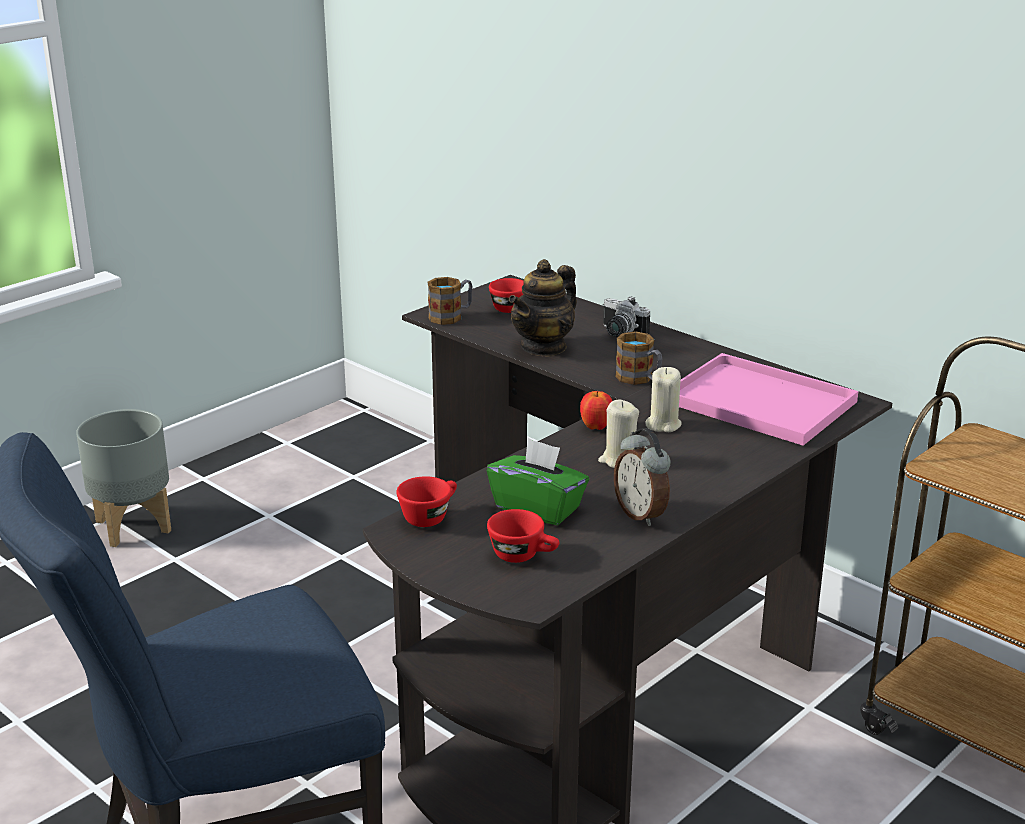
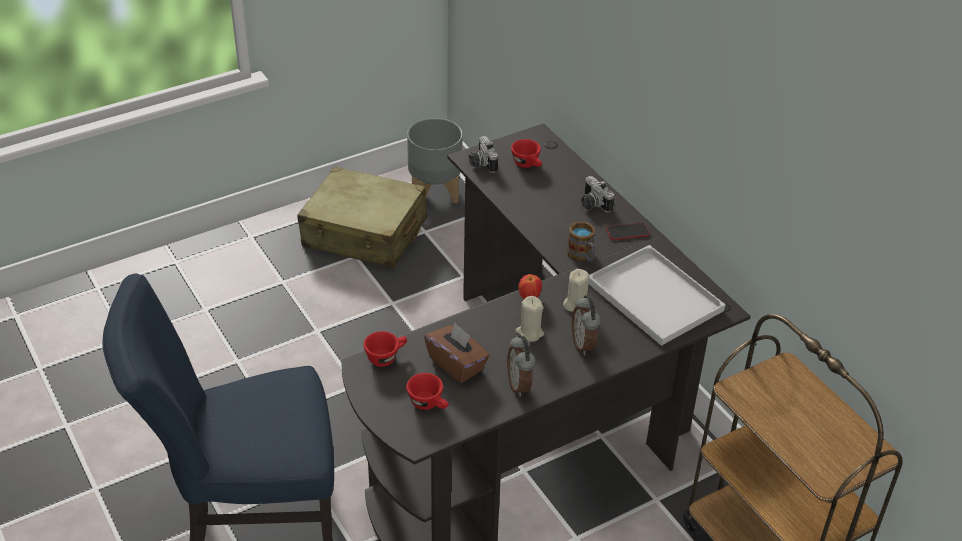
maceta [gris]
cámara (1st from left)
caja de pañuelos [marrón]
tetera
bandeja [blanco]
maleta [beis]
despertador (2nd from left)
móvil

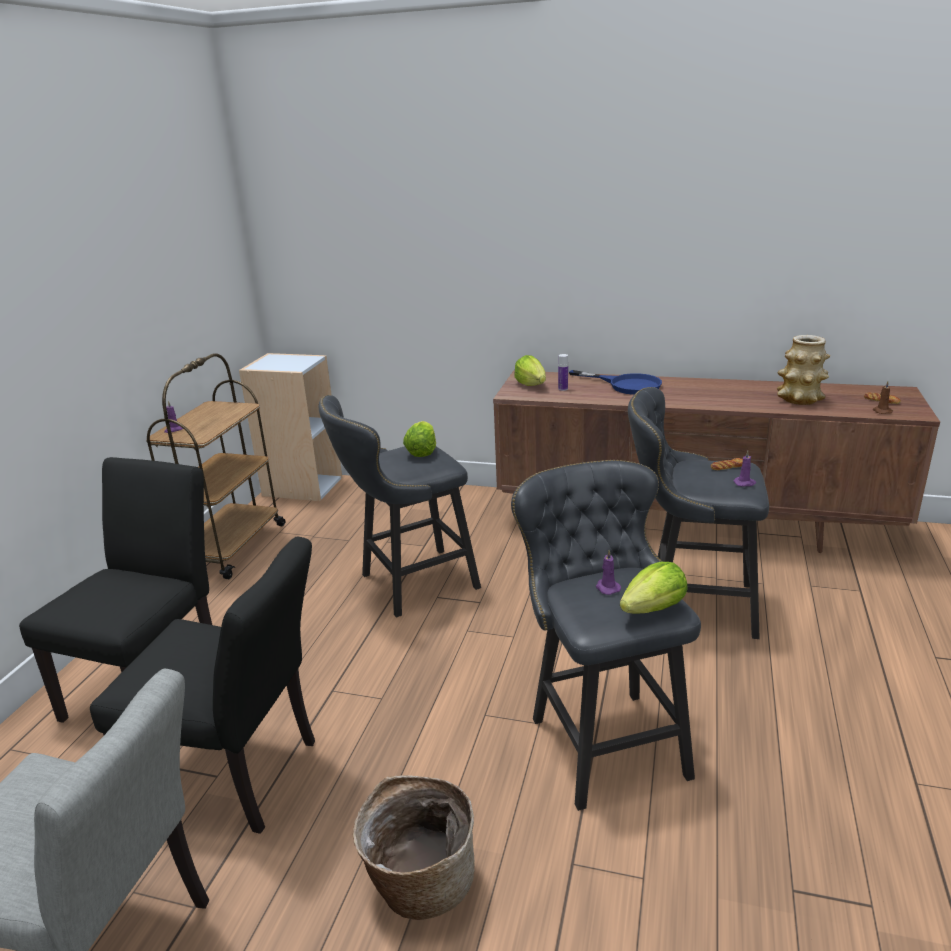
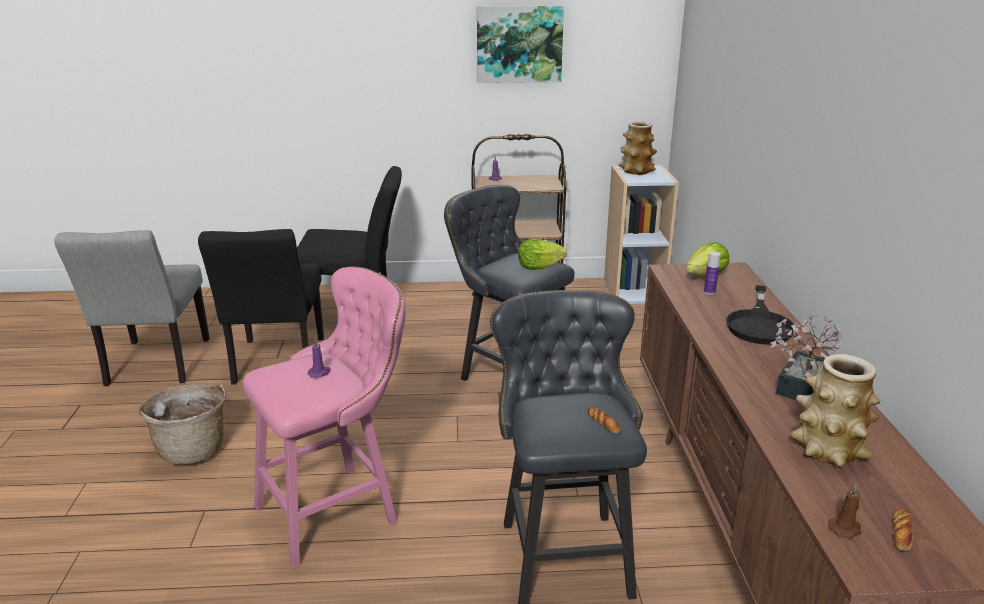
taburete [rosa]
sartén [negro]
lechuga (3rd from left in the first image)
vela [morado] (3rd from left in the first image)
cuadro
florero (1st from left)
planta en maceta

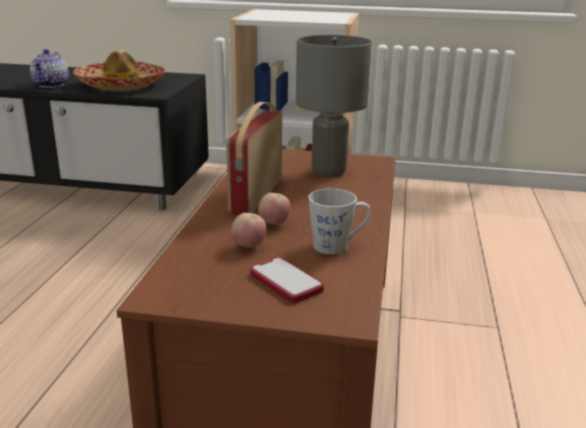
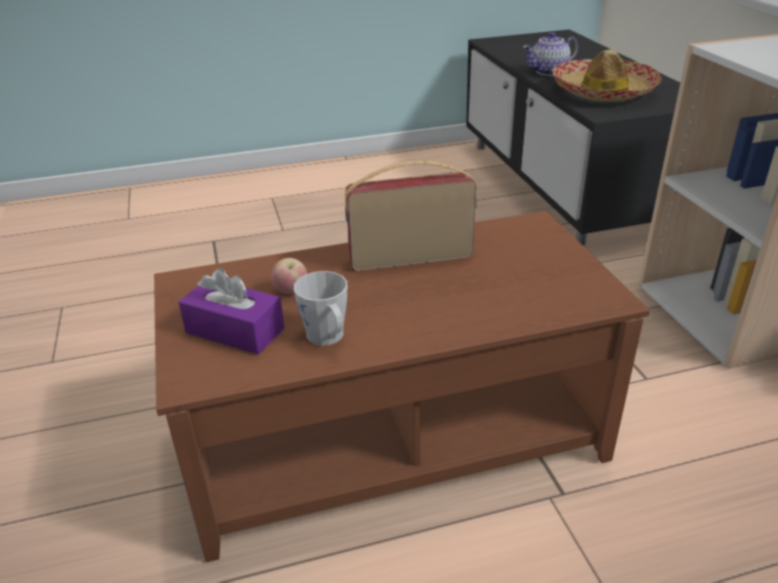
caja de pañuelos [morado]
manzana (2nd from left in the first image)
lámpara de mesa [gris]

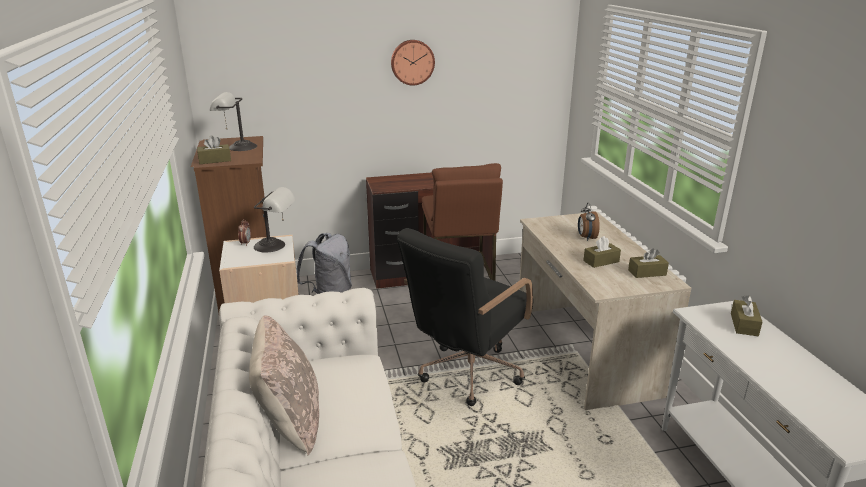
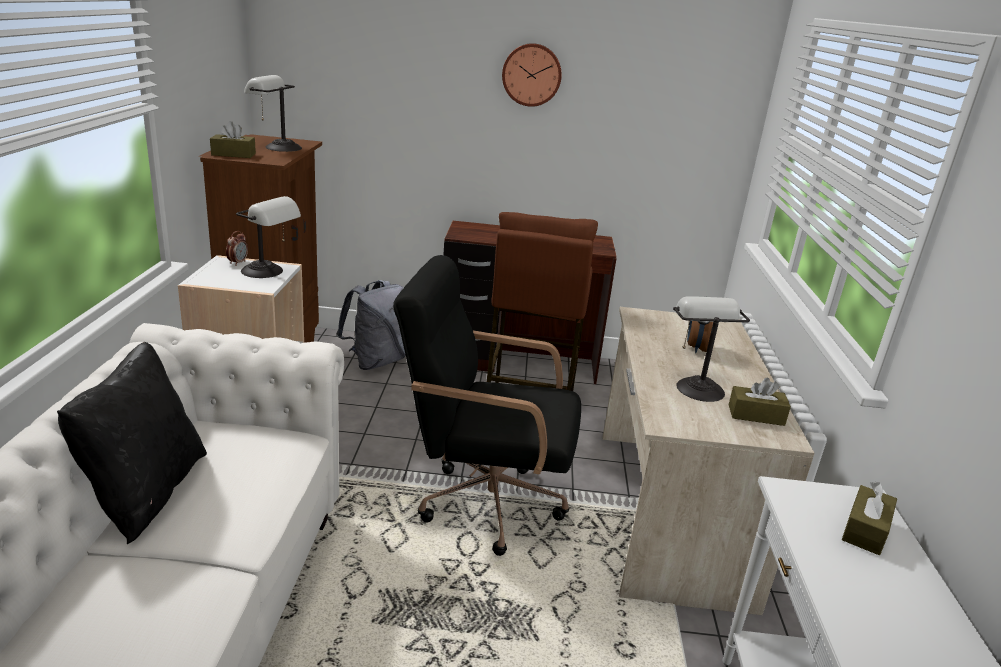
cojín [negro]
silla de oficina [negro]
lámpara de mesa (3rd from left)

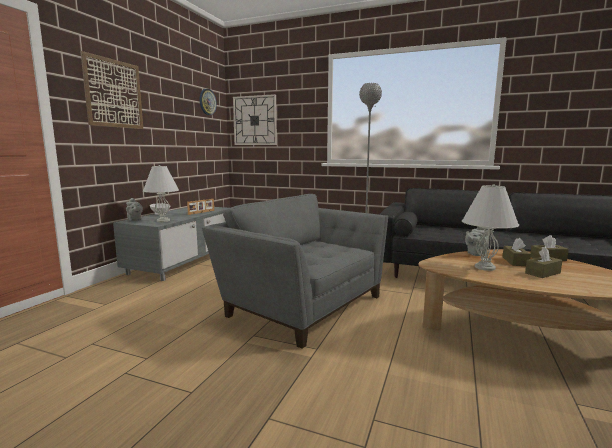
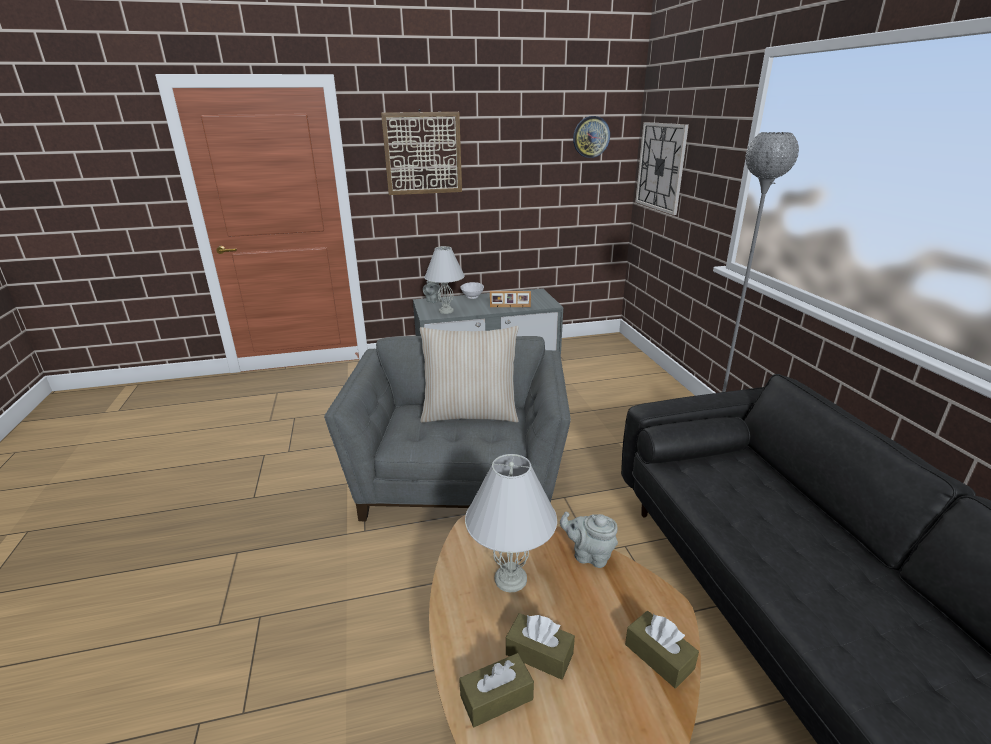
caja de pañuelos [marrón] (1st from left)
cojín [beis]

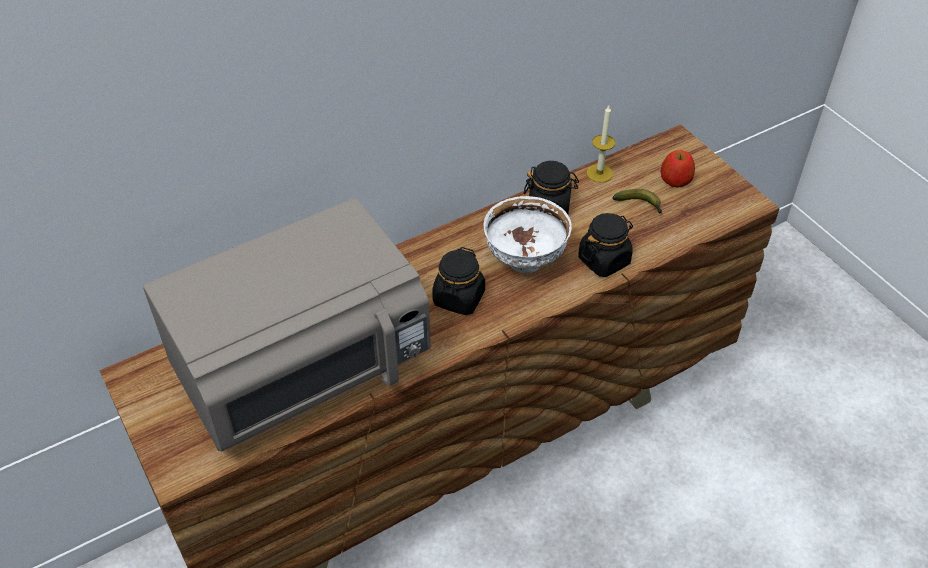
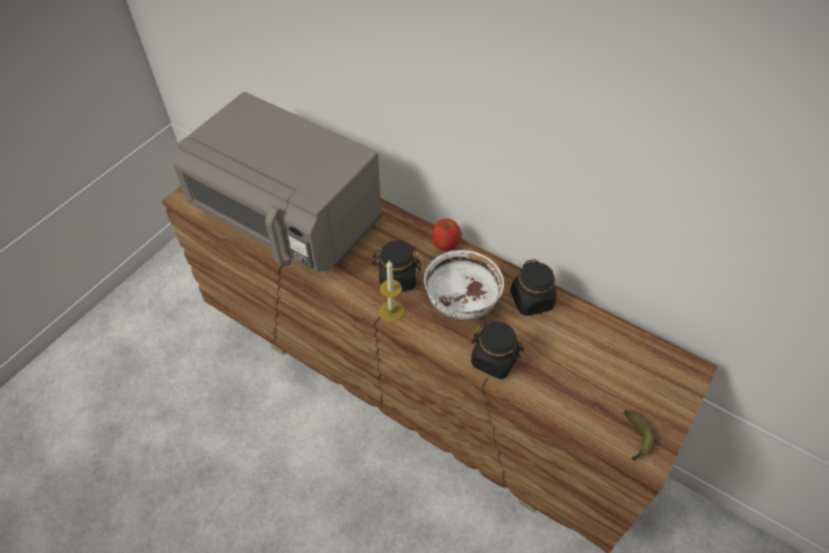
vela
plátano
manzana

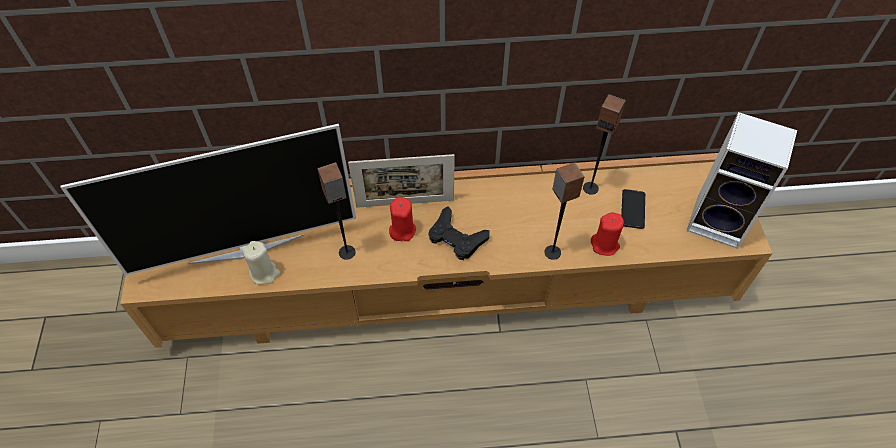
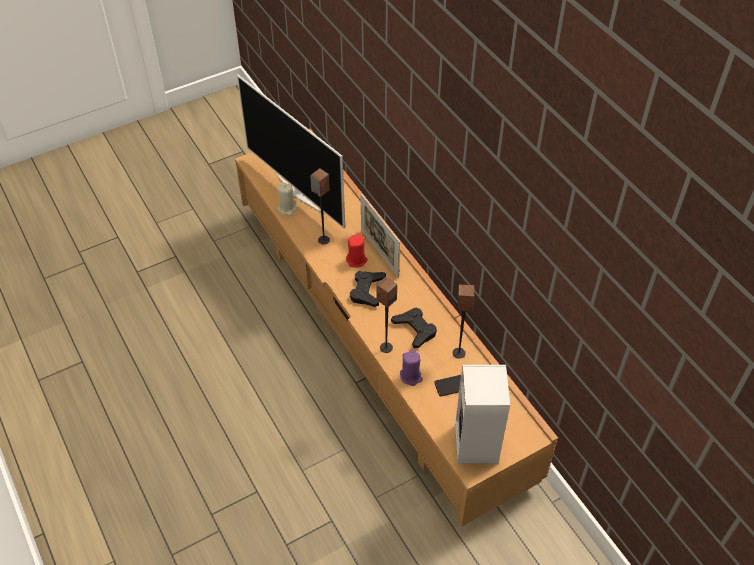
vela [morado]
mando de consola [negro] (2nd from left)

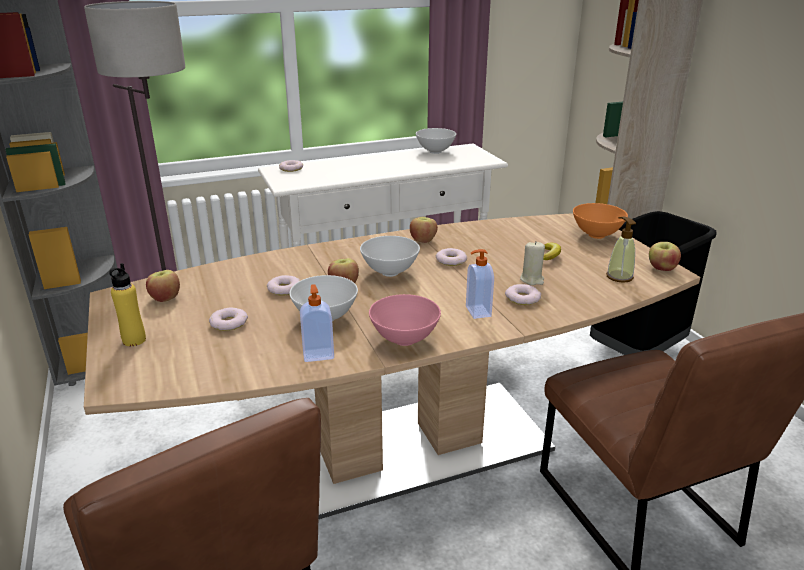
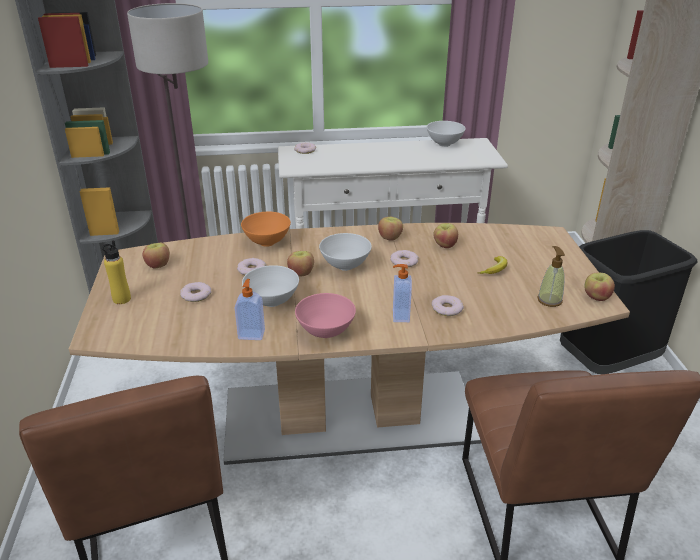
vela [beis]
cuenco [naranja]
manzana (4th from left)

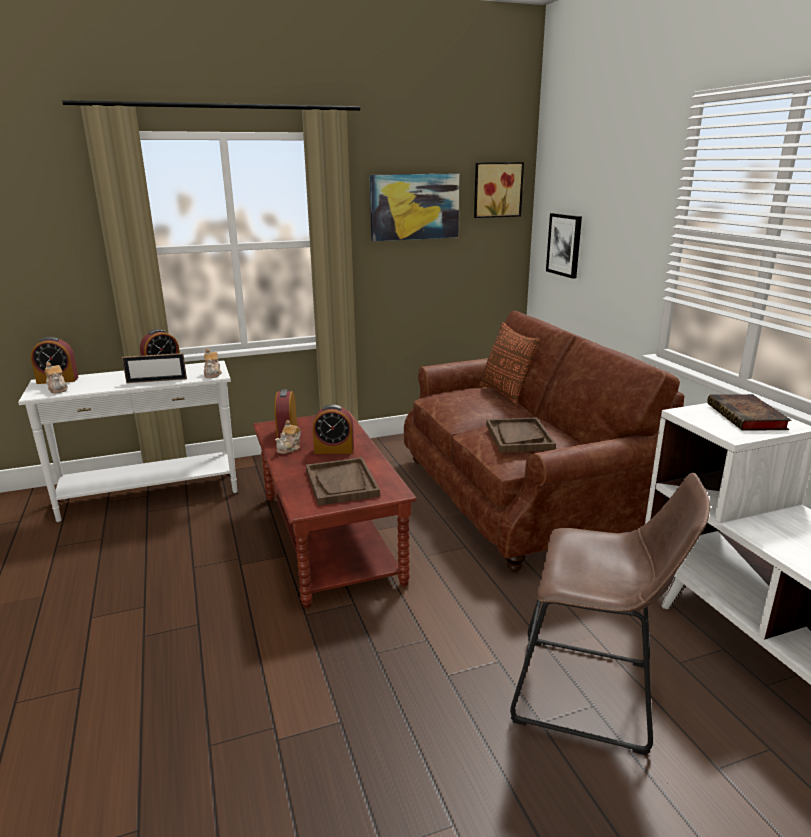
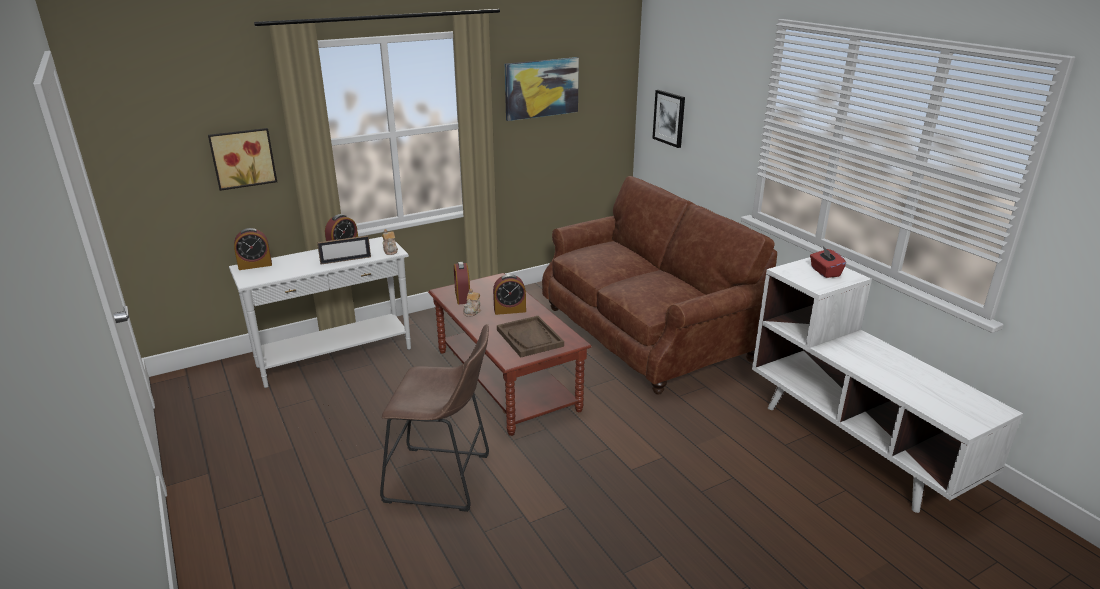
tetera (1st from left in the first image)
cuadro (1st from left)
cojín [marrón]
bandeja [marrón] (2nd from left in the first image)
taburete [marrón]
caja de pañuelos [rojo]

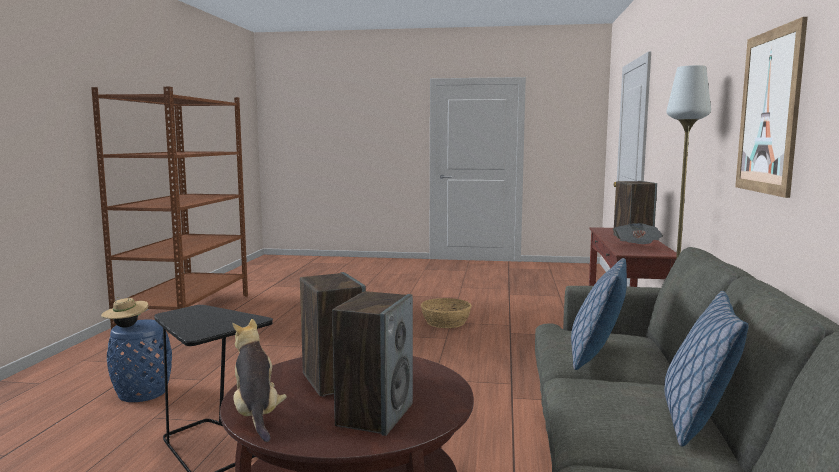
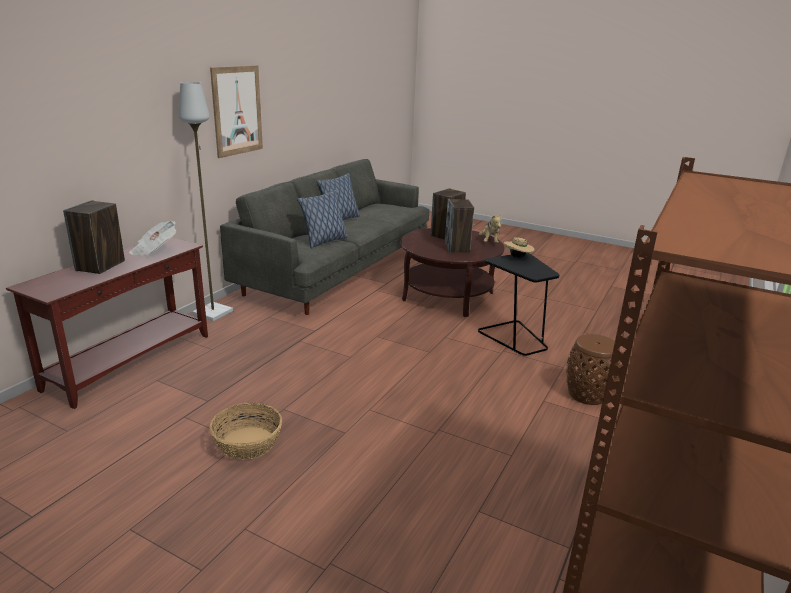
sombrero [beis]
taburete [marrón]

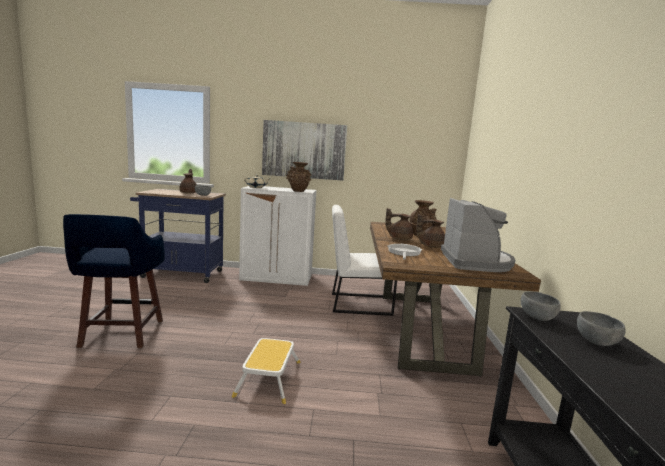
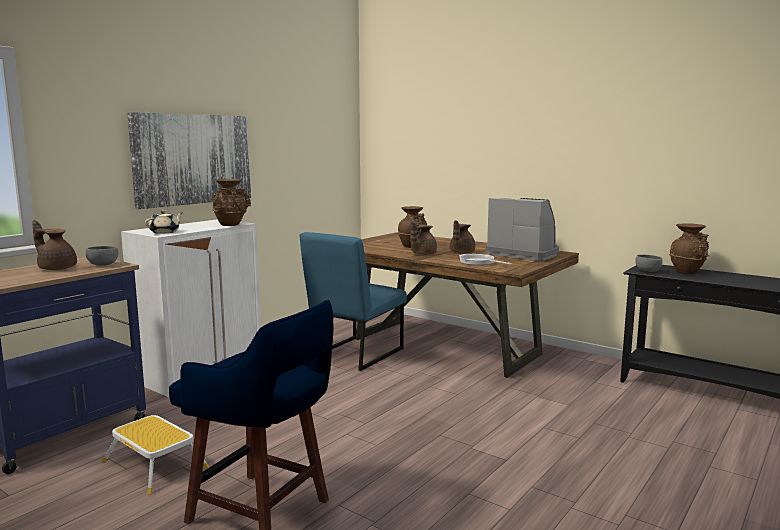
escalera de tijera [amarillo]
silla [azul]
florero [marrón] (3rd from left)

